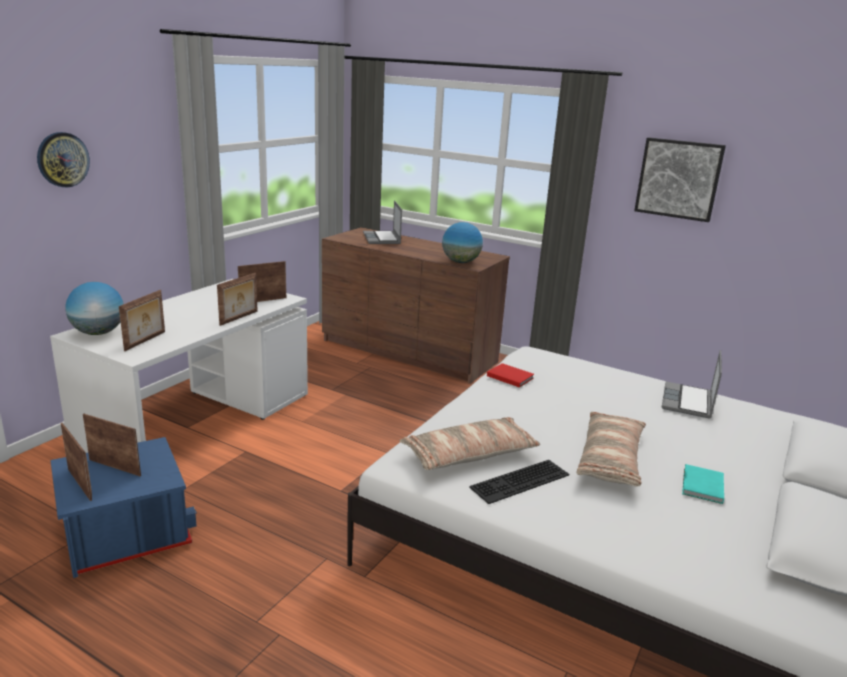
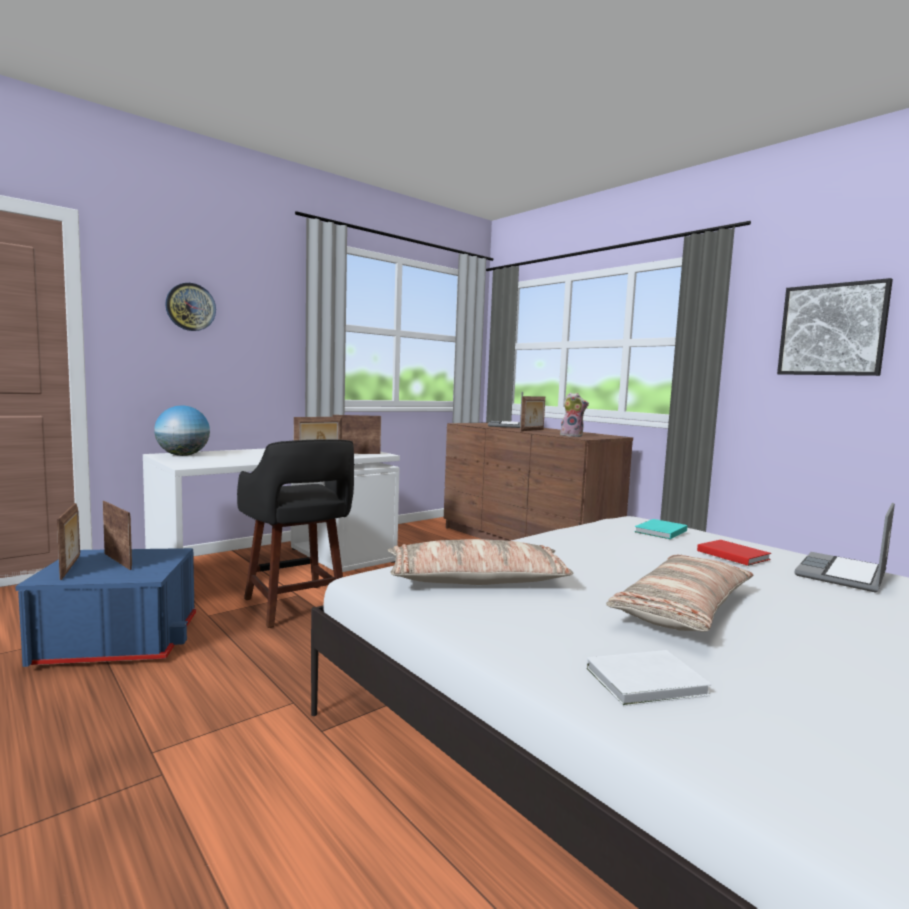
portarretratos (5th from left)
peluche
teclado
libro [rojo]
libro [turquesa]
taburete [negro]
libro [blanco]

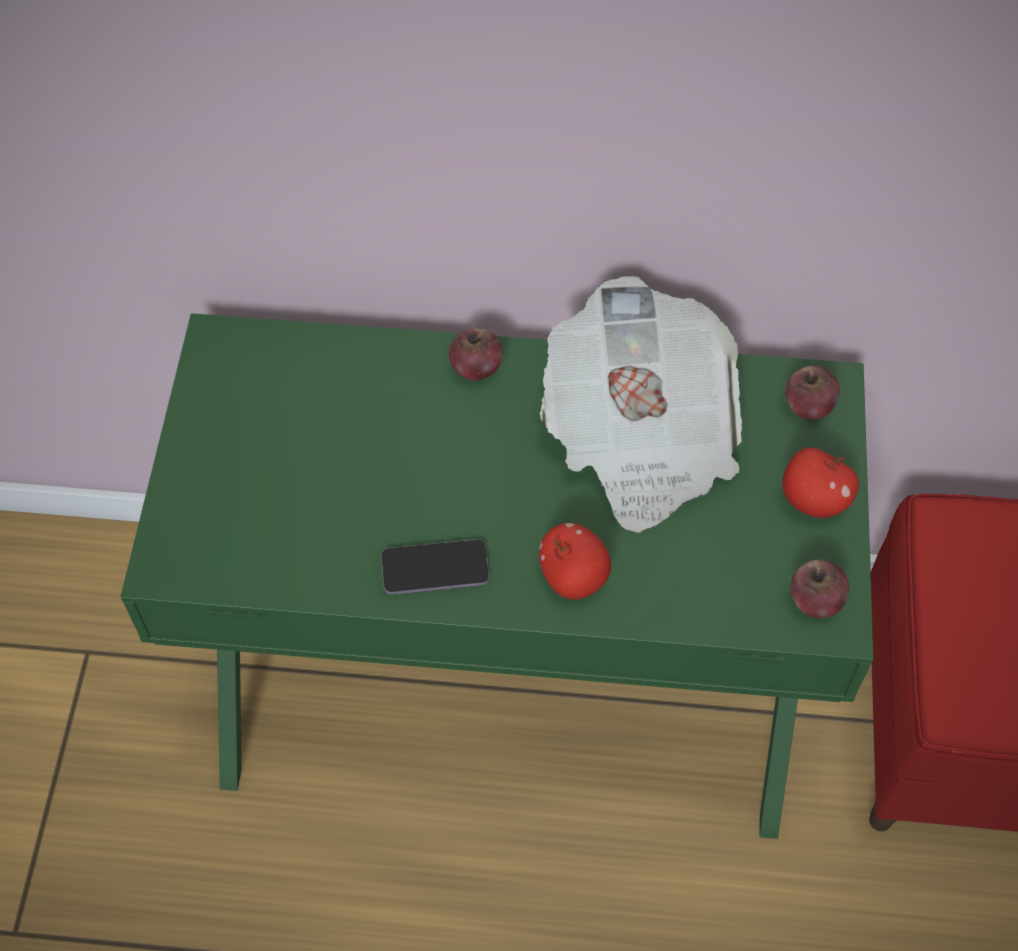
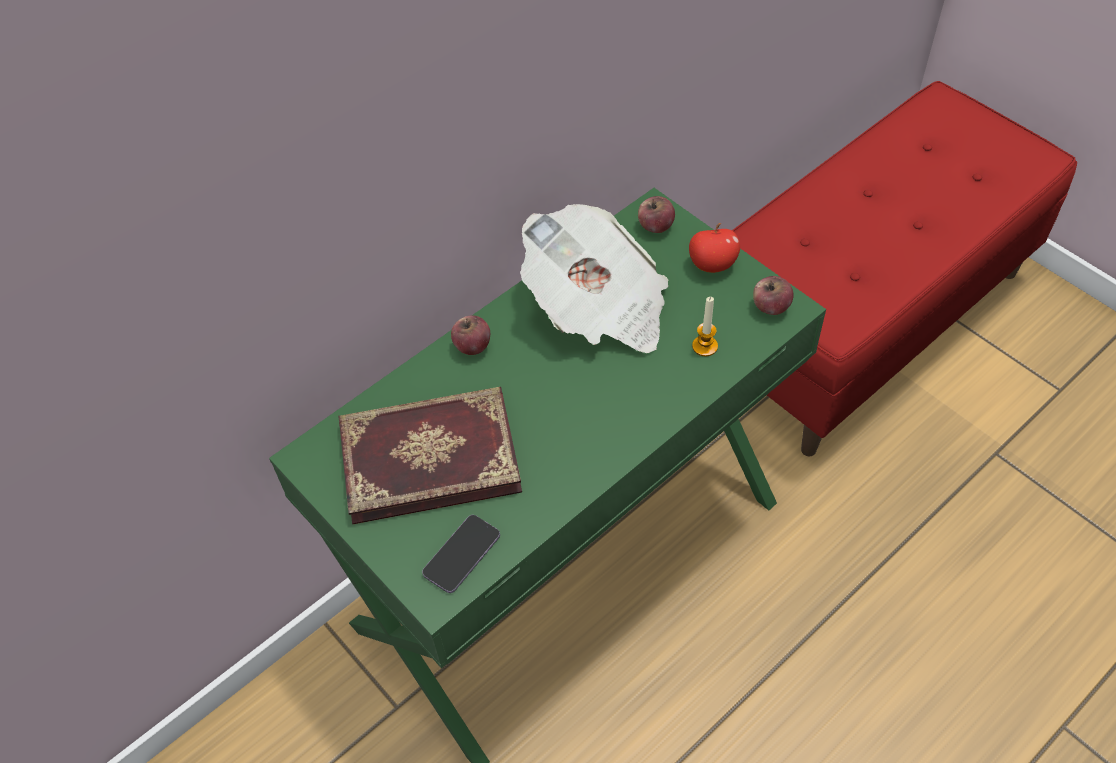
móvil
manzana (2nd from left in the first image)
libro
vela

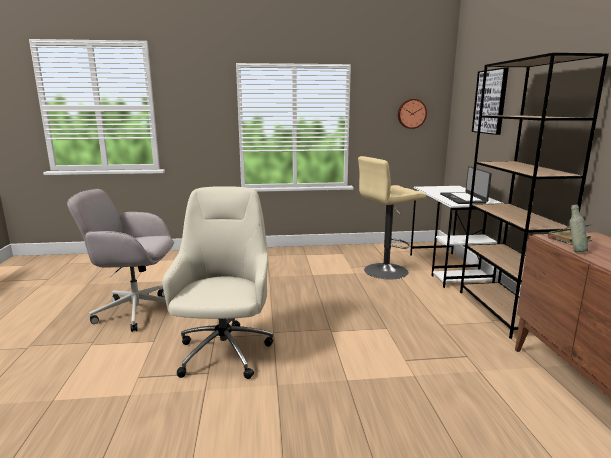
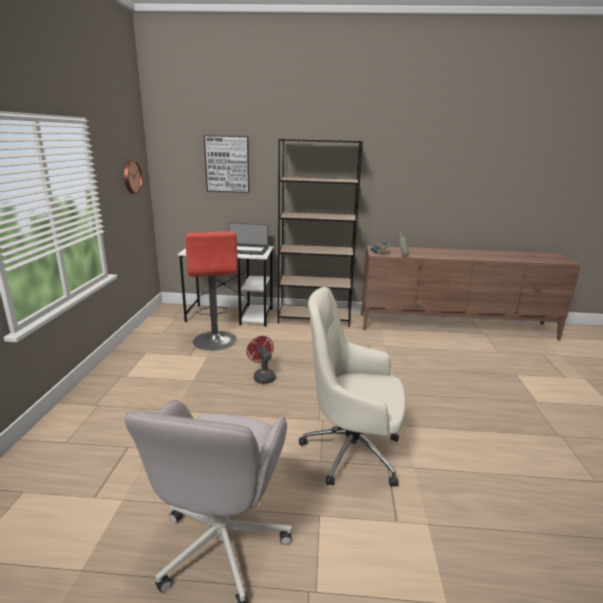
taburete [rojo]
ventilador [rojo]

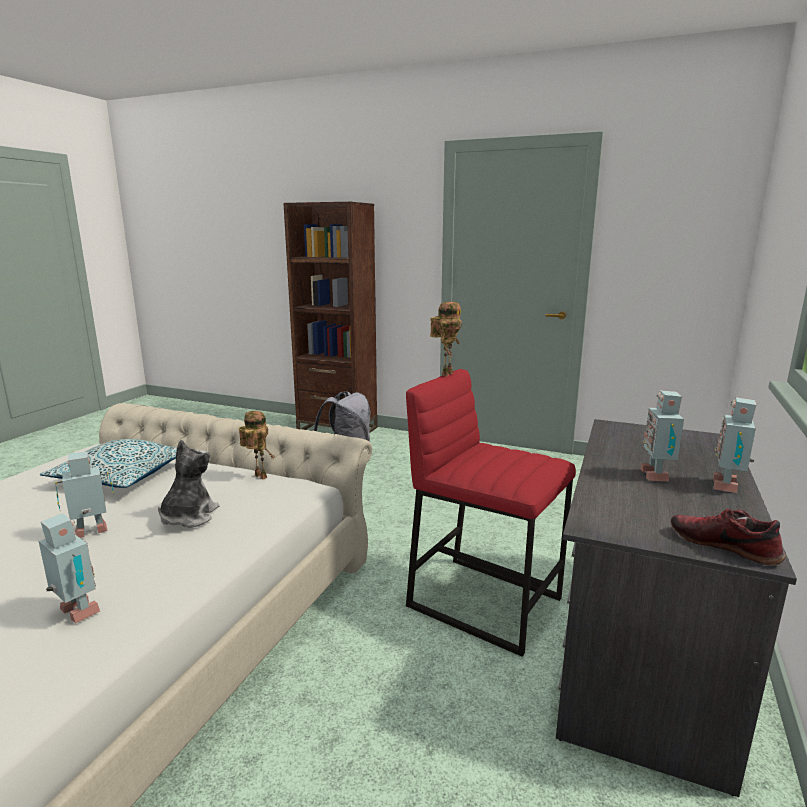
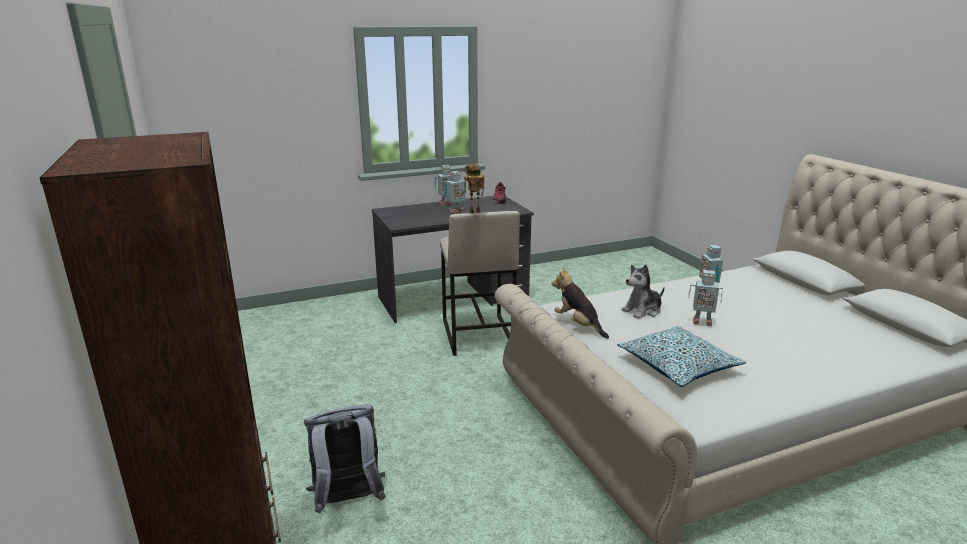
peluche (1st from left)
taburete [beis]

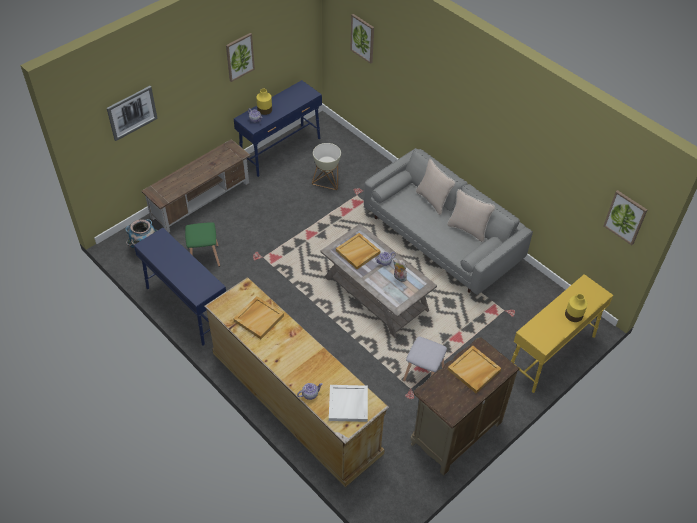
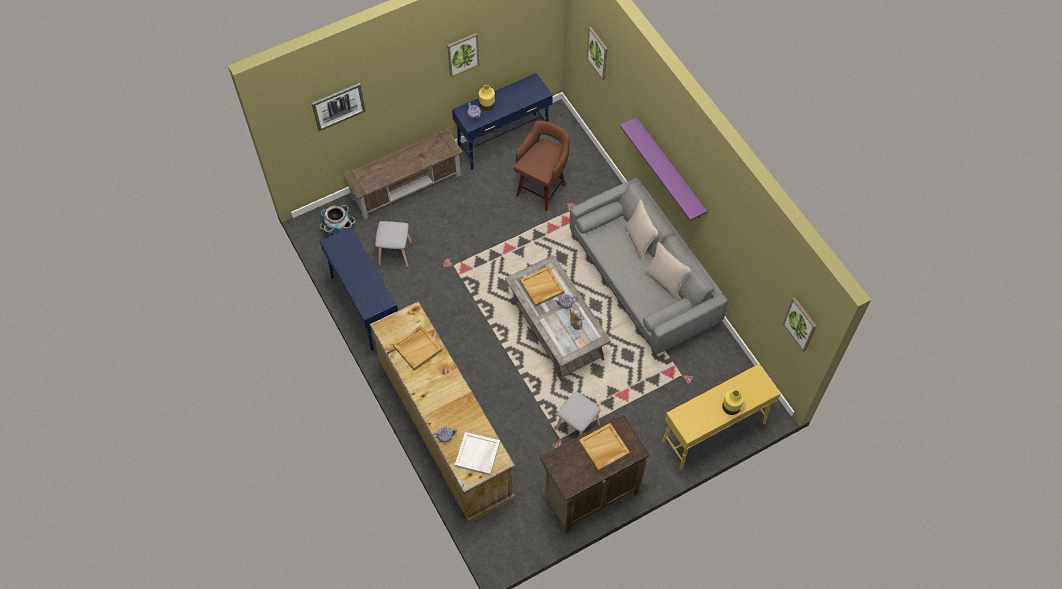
taburete [gris] (1st from left)
taburete [marrón]
estante [morado]

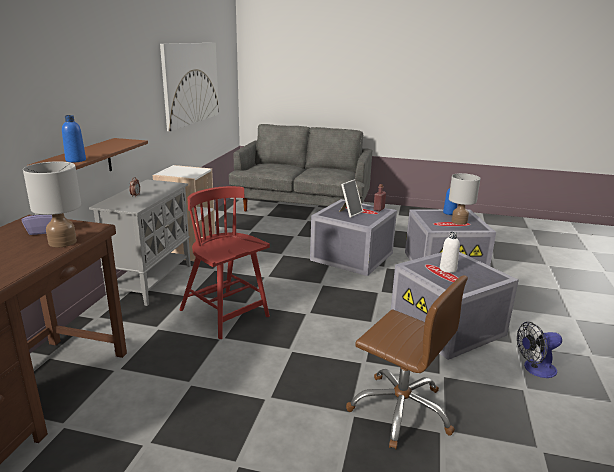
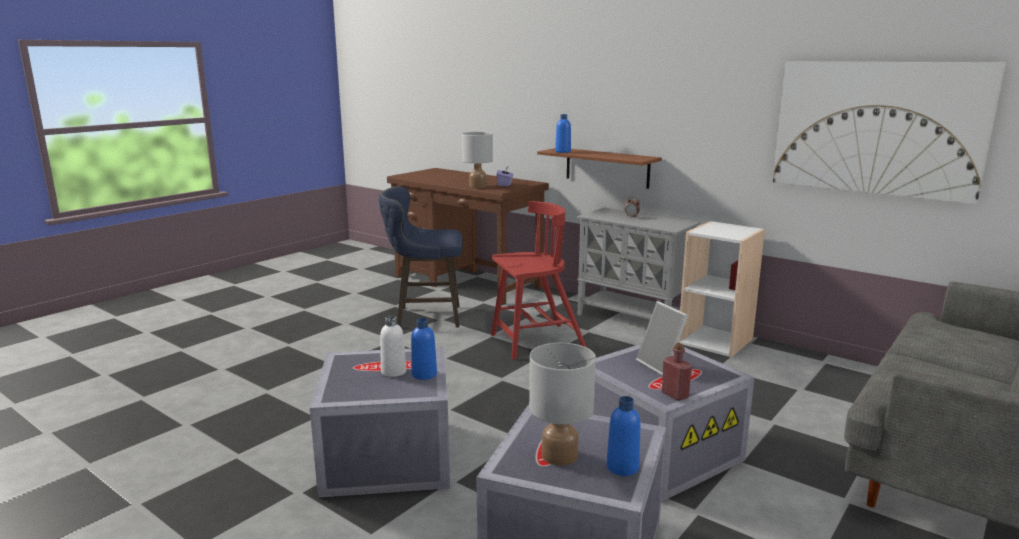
silla de oficina [marrón]
ventilador
taburete [azul]
botella [azul] (1st from left)

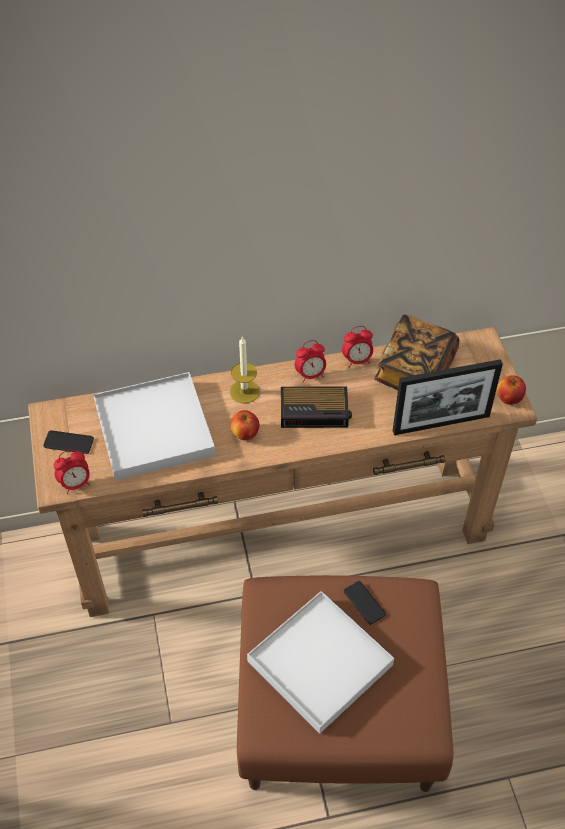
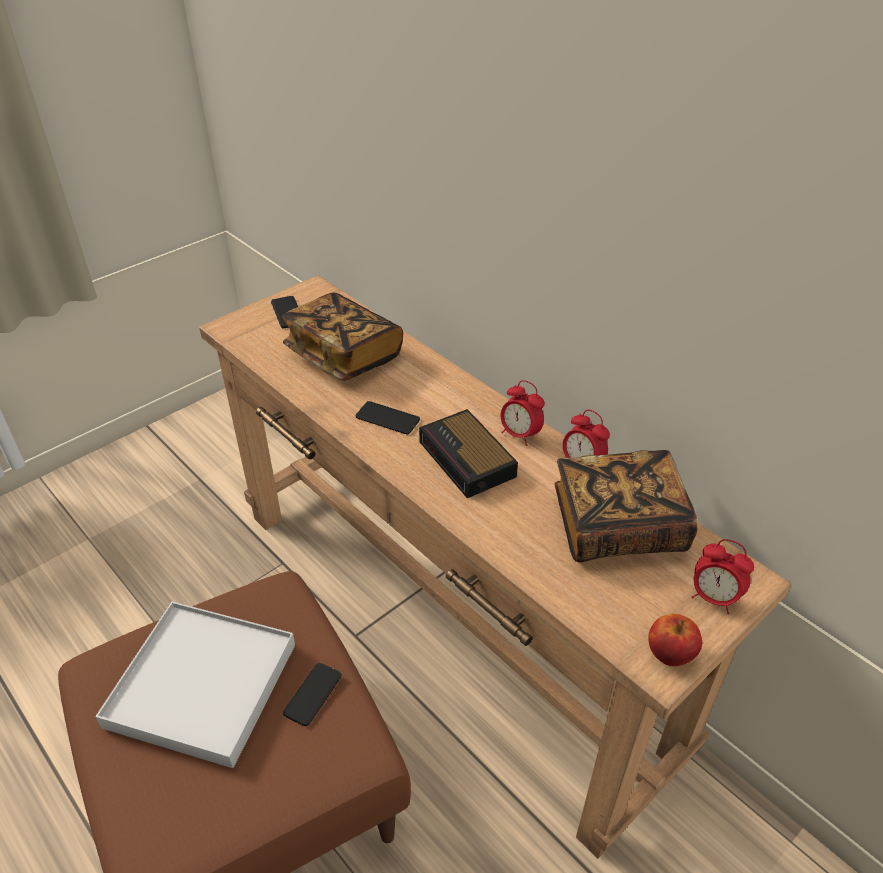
despertador (4th from left)
libro (1st from left)
vela
móvil (3rd from left)
portarretratos

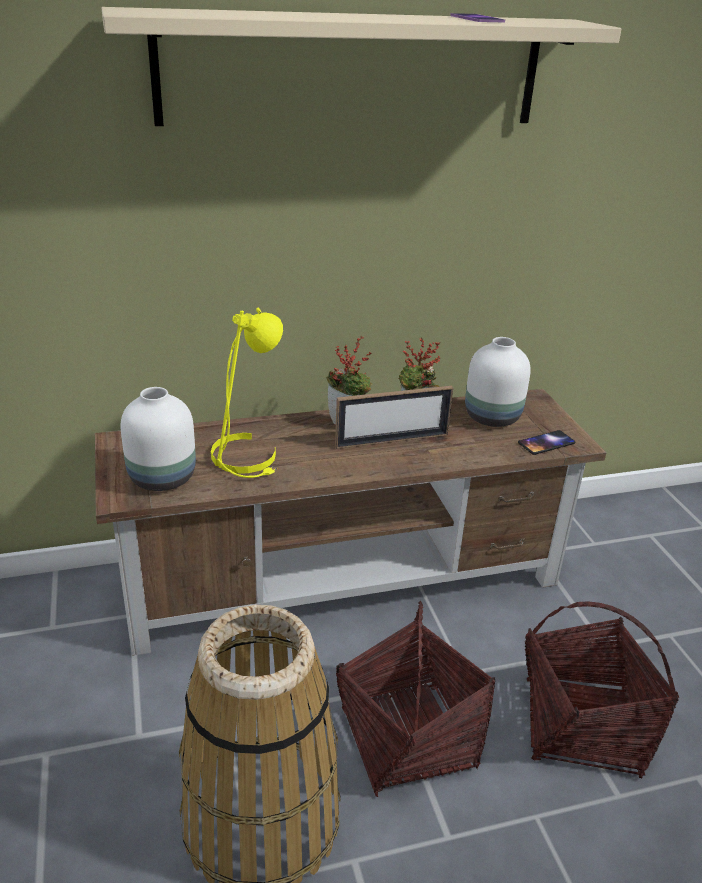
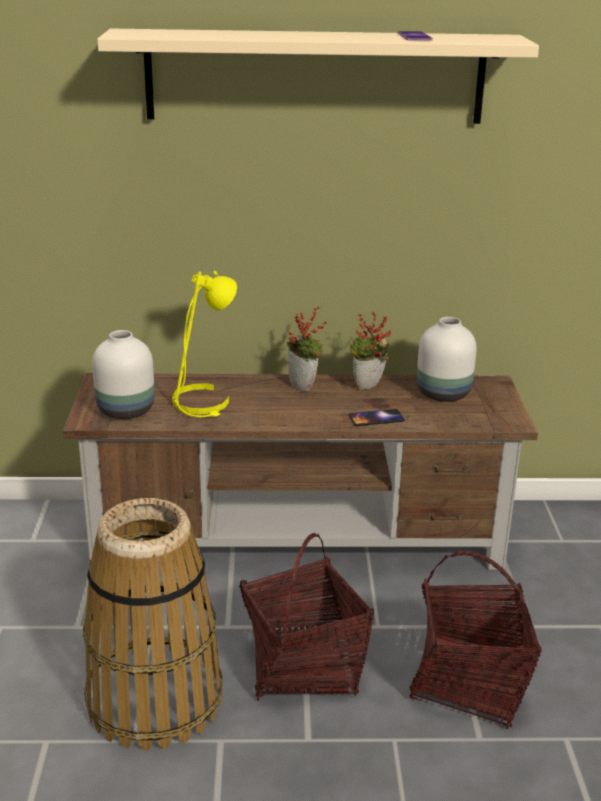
portarretratos
móvil (1st from left)

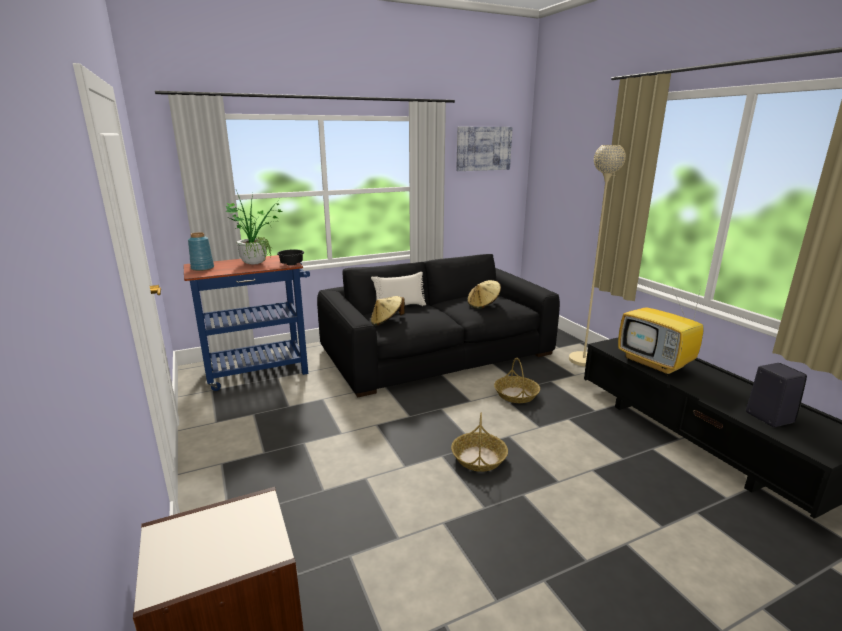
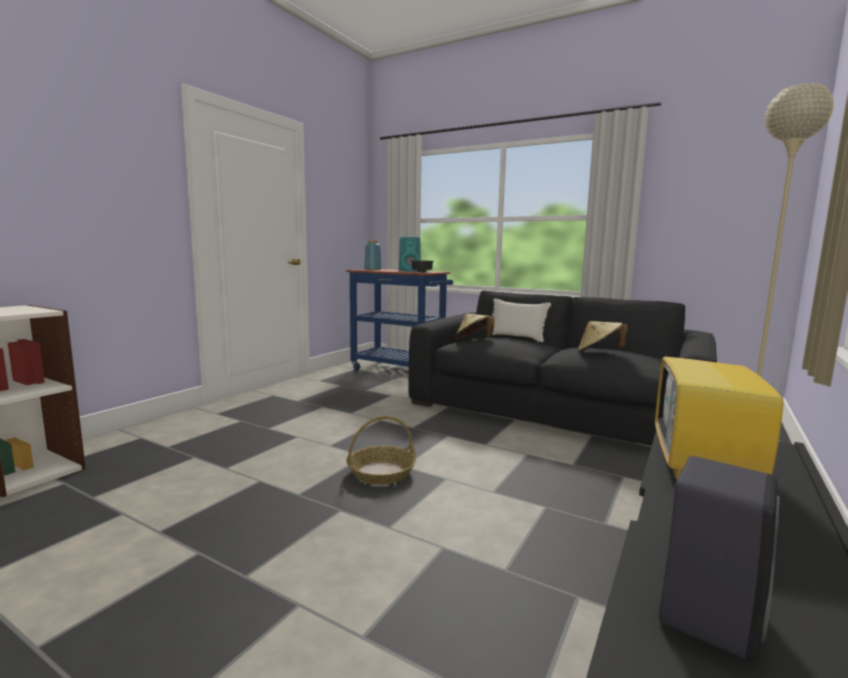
altavoz [turquesa]
cuadro
cesta (2nd from left in the first image)

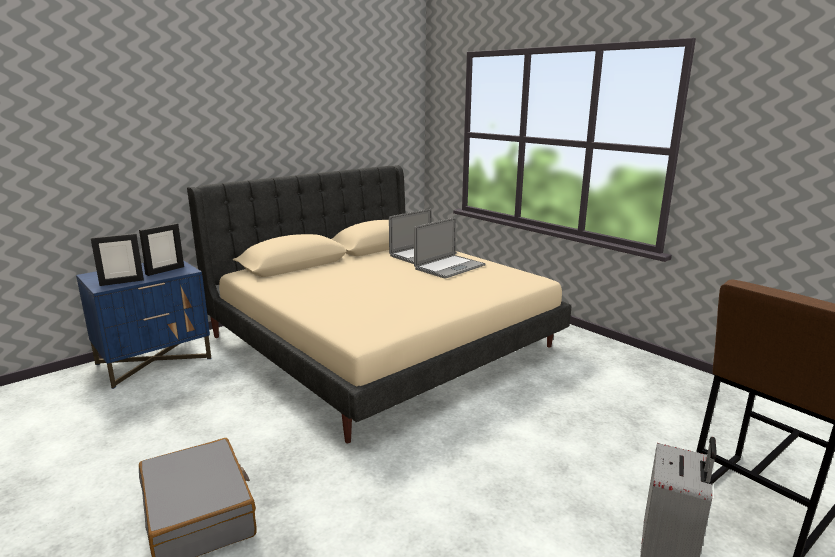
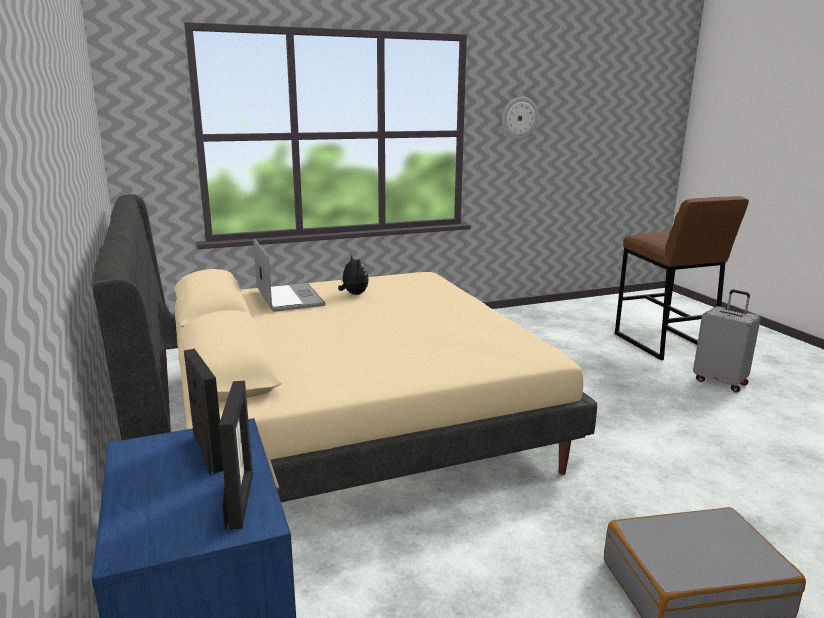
peluche
reloj de pared

